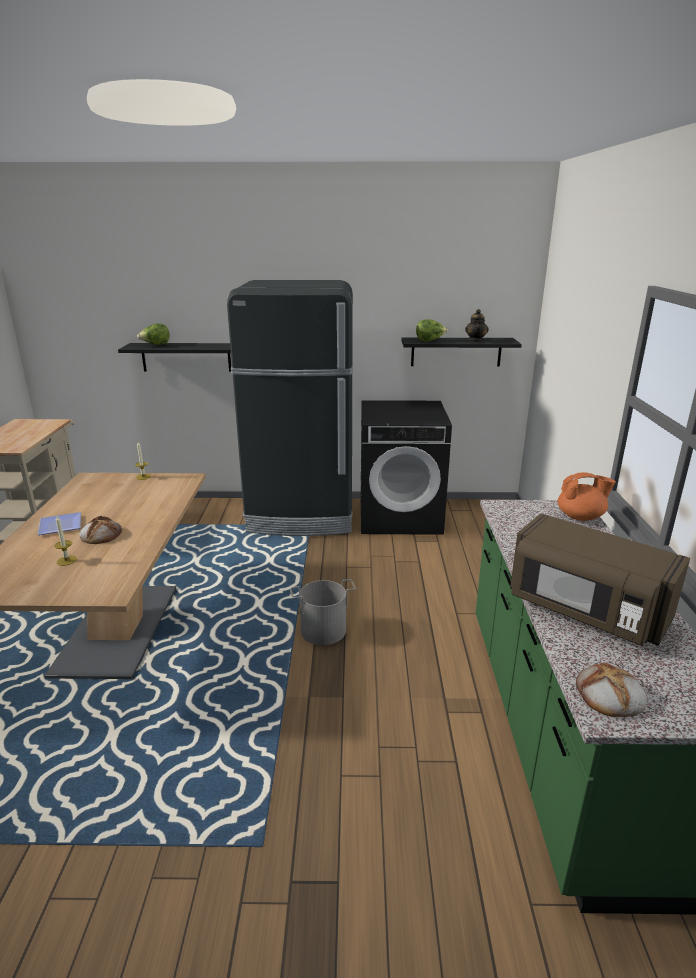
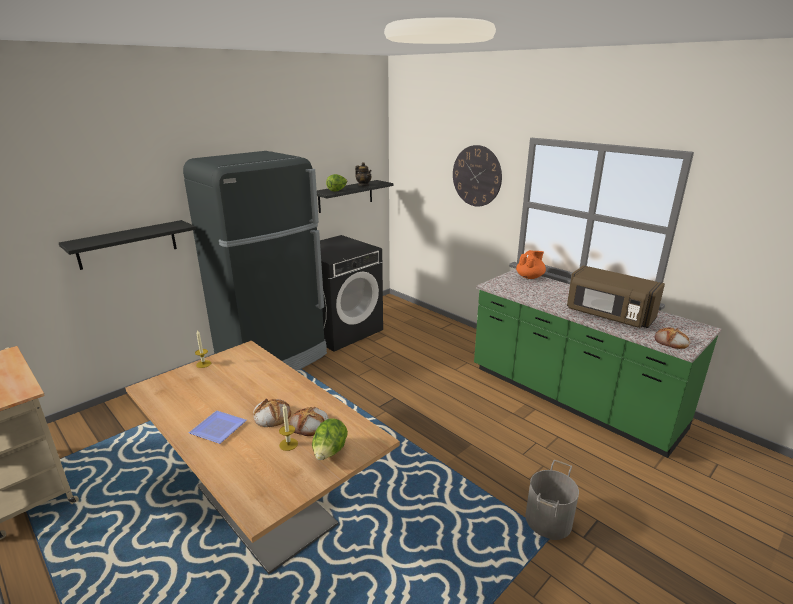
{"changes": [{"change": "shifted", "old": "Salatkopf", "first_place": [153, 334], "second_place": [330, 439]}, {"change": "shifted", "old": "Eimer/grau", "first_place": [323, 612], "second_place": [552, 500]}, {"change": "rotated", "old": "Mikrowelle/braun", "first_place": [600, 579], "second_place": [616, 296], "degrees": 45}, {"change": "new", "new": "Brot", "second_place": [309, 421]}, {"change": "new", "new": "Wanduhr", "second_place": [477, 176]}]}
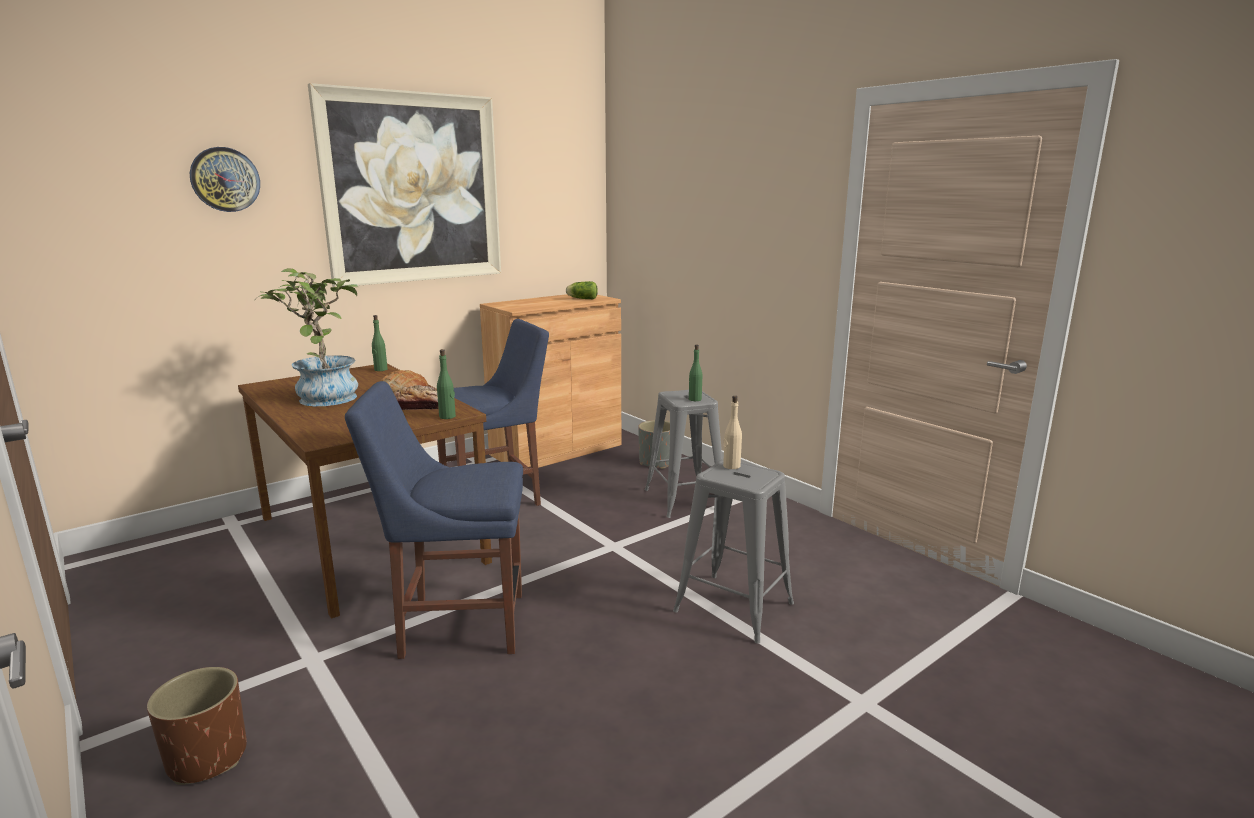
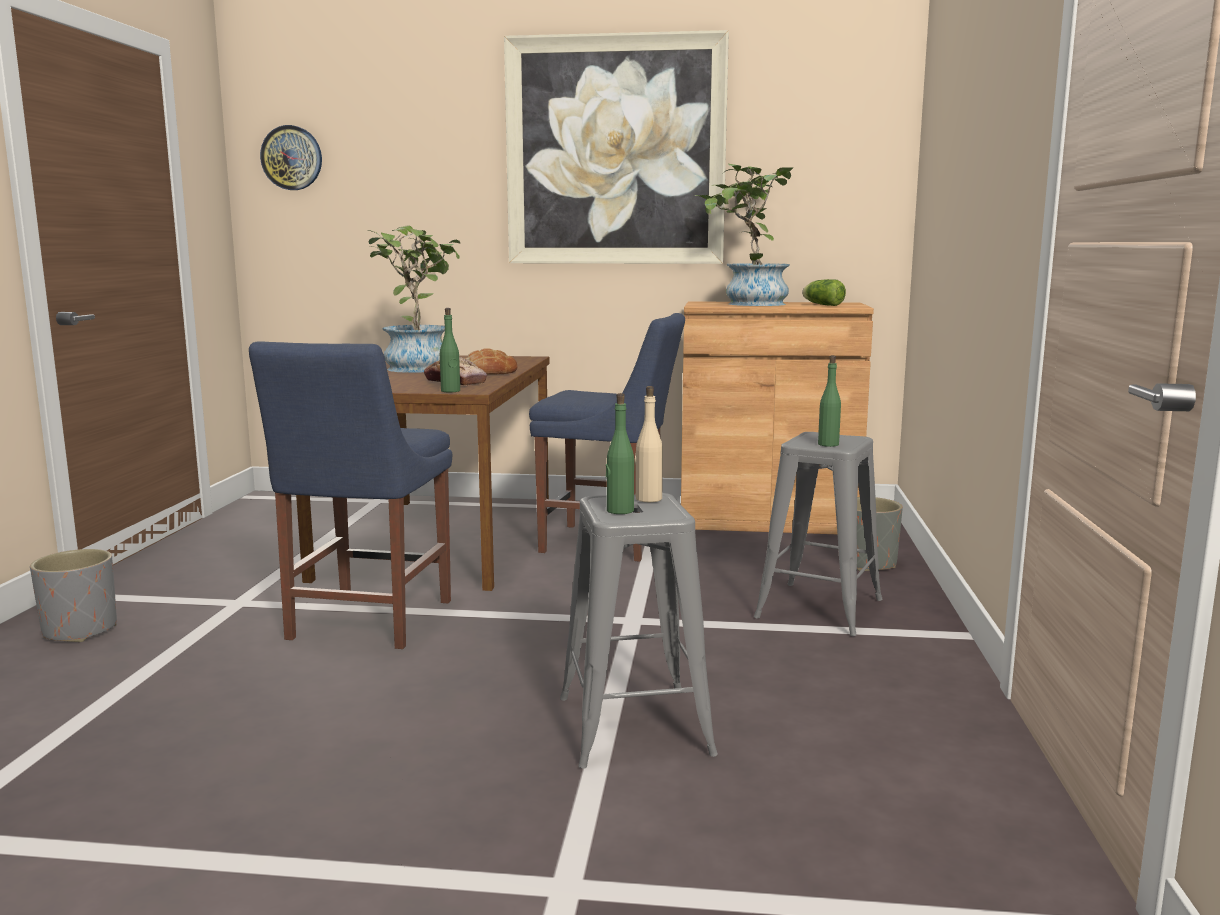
{"changes": [{"change": "repainted", "old": "Pflanzkübel/braun", "new": "Pflanzkübel/grau", "first_place": [197, 726], "second_place": [73, 595]}, {"change": "shifted", "old": "Wanduhr", "first_place": [225, 179], "second_place": [291, 157]}, {"change": "rotated", "old": "Stuhl/blau", "first_place": [434, 520], "second_place": [350, 495], "degrees": -120}, {"change": "shifted", "old": "Flasche/grün", "first_place": [380, 343], "second_place": [620, 453]}, {"change": "new", "new": "Topfpflanze", "second_place": [744, 235]}]}
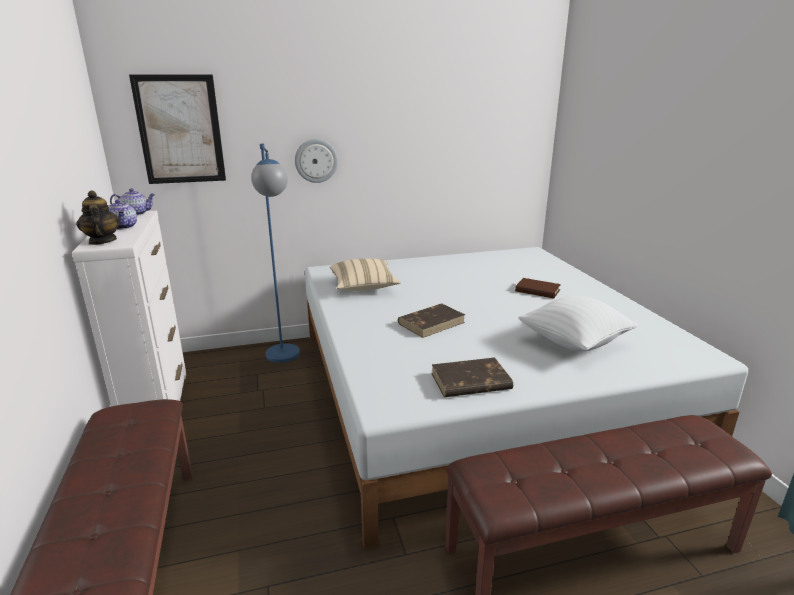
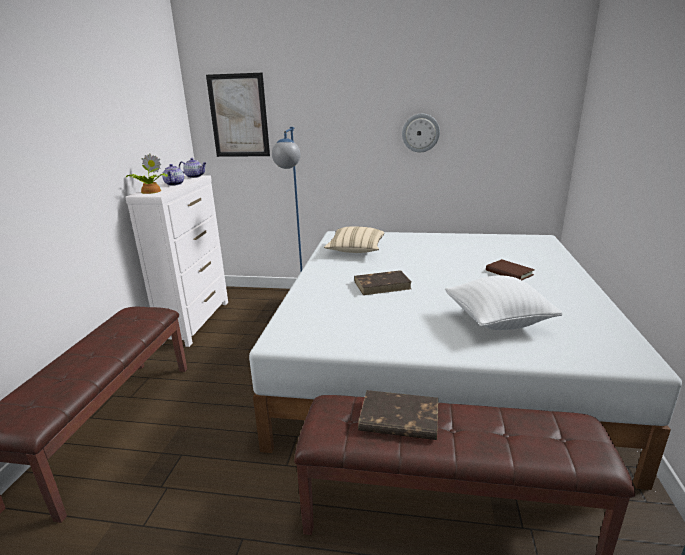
{"changes": [{"change": "swapped", "old": "Teekanne", "new": "Topfpflanze", "first_place": [98, 217], "second_place": [147, 173]}, {"change": "shifted", "old": "Wanduhr", "first_place": [316, 161], "second_place": [421, 133]}, {"change": "shifted", "old": "Buch/braun", "first_place": [472, 377], "second_place": [398, 415]}]}
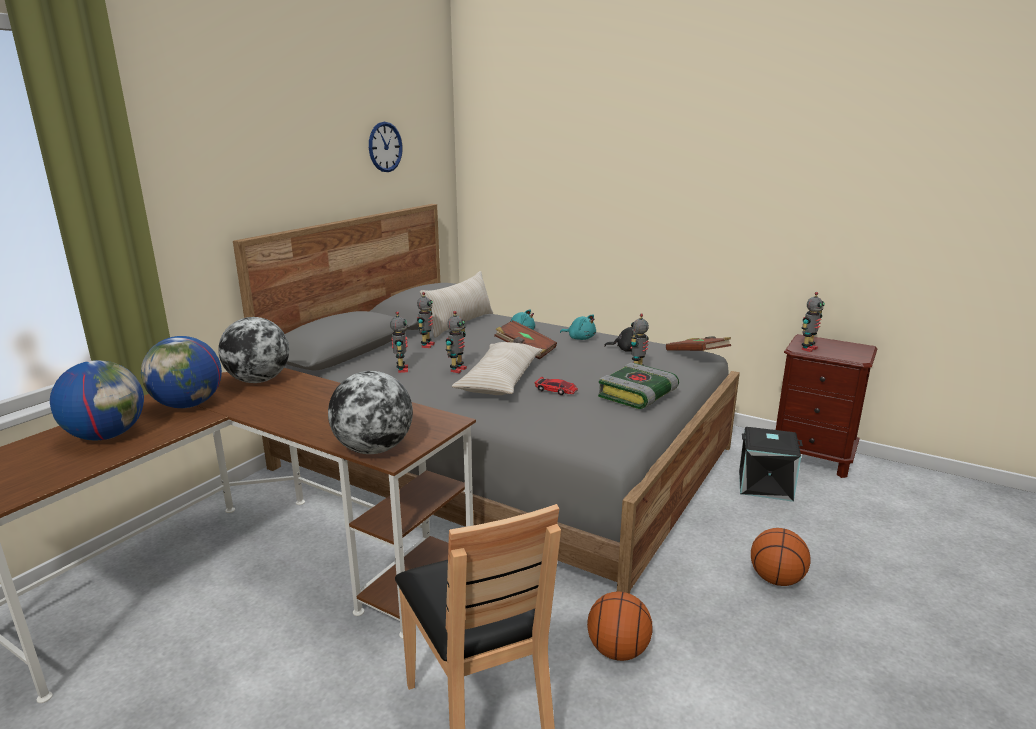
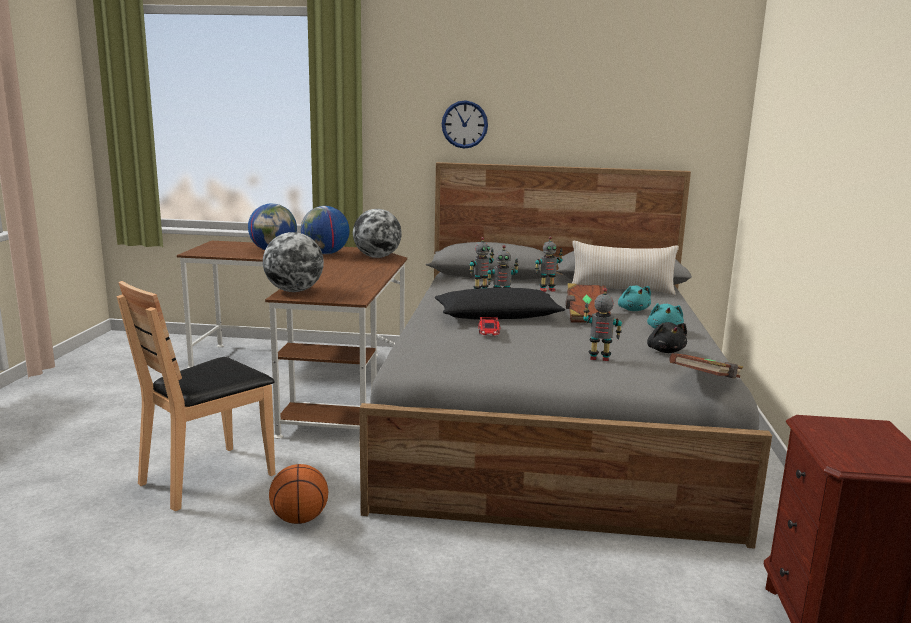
{"changes": [{"change": "shifted", "old": "Wanduhr", "first_place": [386, 147], "second_place": [465, 124]}, {"change": "repainted", "old": "Kissen/beige", "new": "Kissen/schwarz", "first_place": [497, 368], "second_place": [500, 304]}, {"change": "gone", "old": "Buch", "first_place": [638, 386]}, {"change": "gone", "old": "Aufbewahrungsbox/schwarz", "first_place": [771, 464]}, {"change": "gone", "old": "Basketball", "first_place": [781, 557]}, {"change": "gone", "old": "Spielzeugroboter", "first_place": [813, 322]}]}
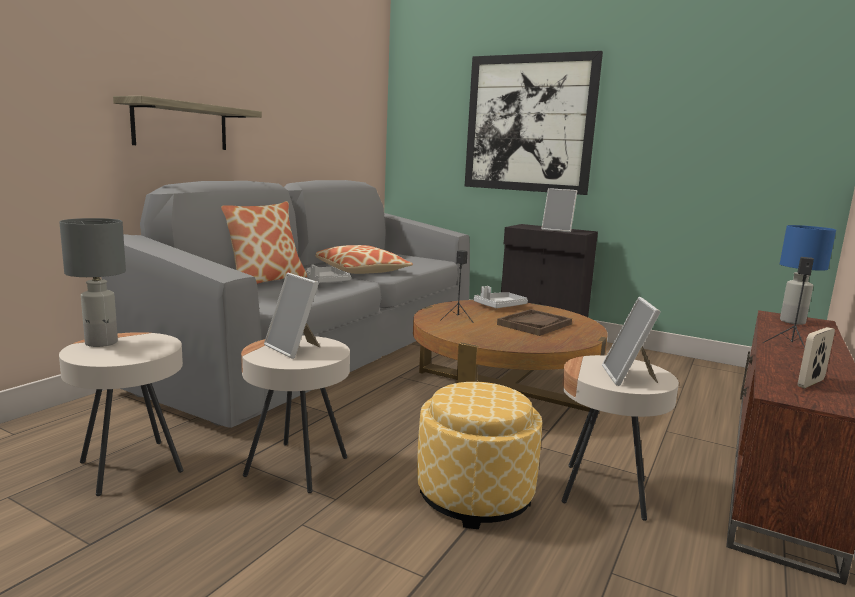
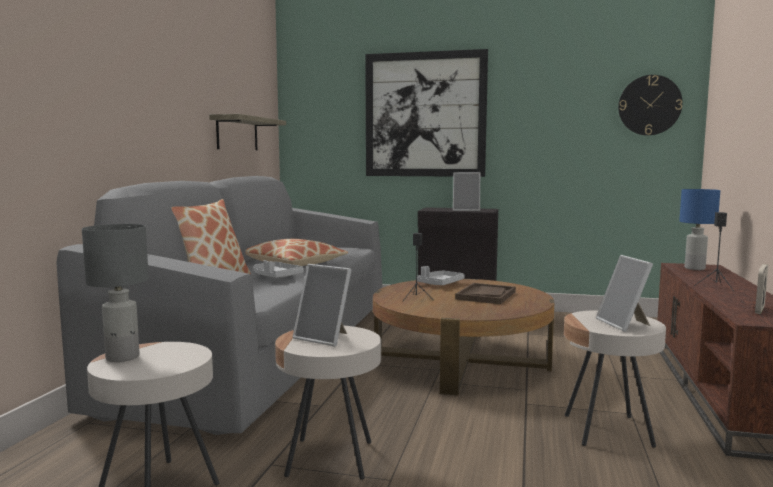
{"changes": [{"change": "shifted", "old": "Wandregal", "first_place": [187, 123], "second_place": [247, 132]}, {"change": "gone", "old": "Polsterhocker", "first_place": [479, 455]}, {"change": "new", "new": "Wanduhr", "second_place": [650, 105]}]}
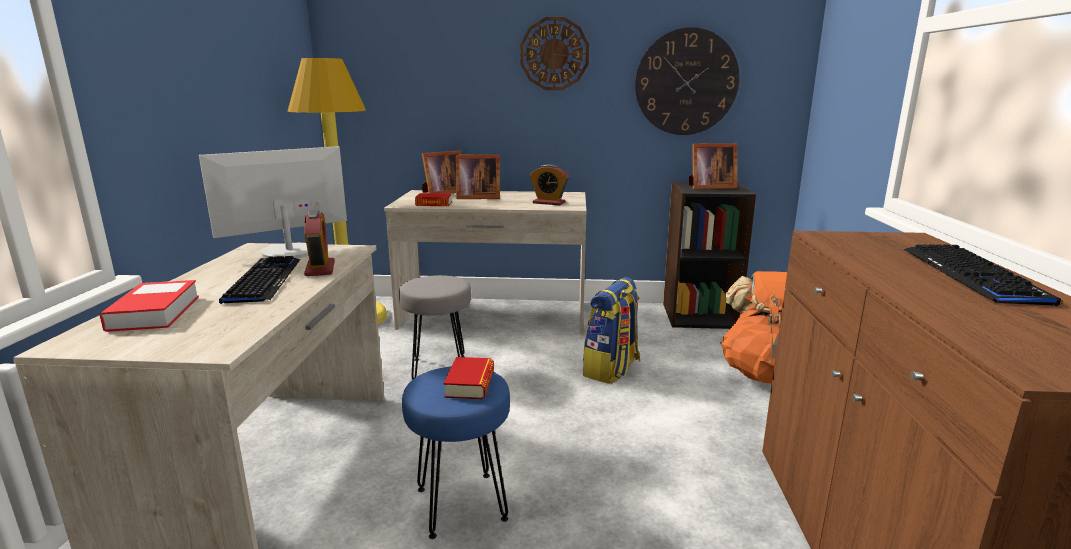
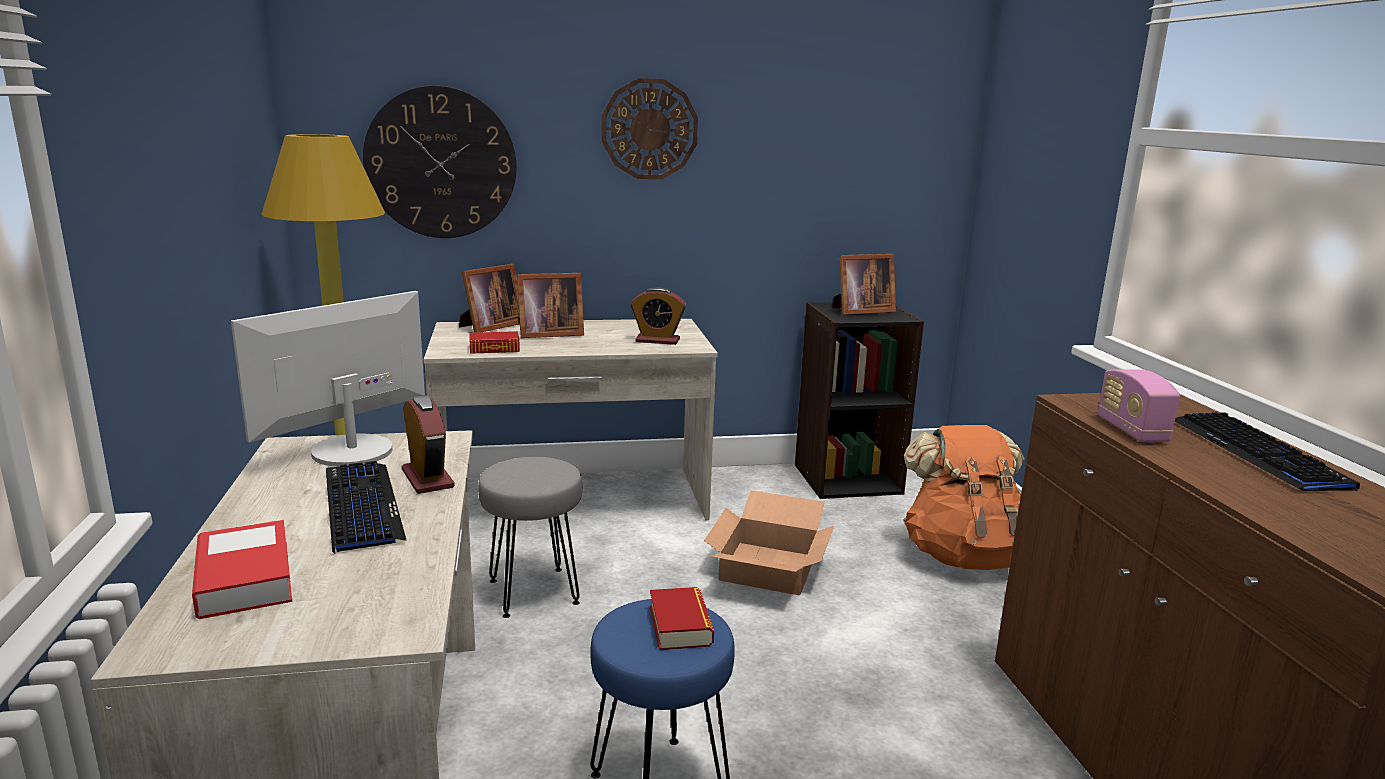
{"changes": [{"change": "swapped", "old": "Rucksack", "new": "Karton", "first_place": [611, 330], "second_place": [769, 543]}, {"change": "shifted", "old": "Wanduhr", "first_place": [687, 81], "second_place": [440, 162]}, {"change": "new", "new": "Radio", "second_place": [1139, 406]}]}
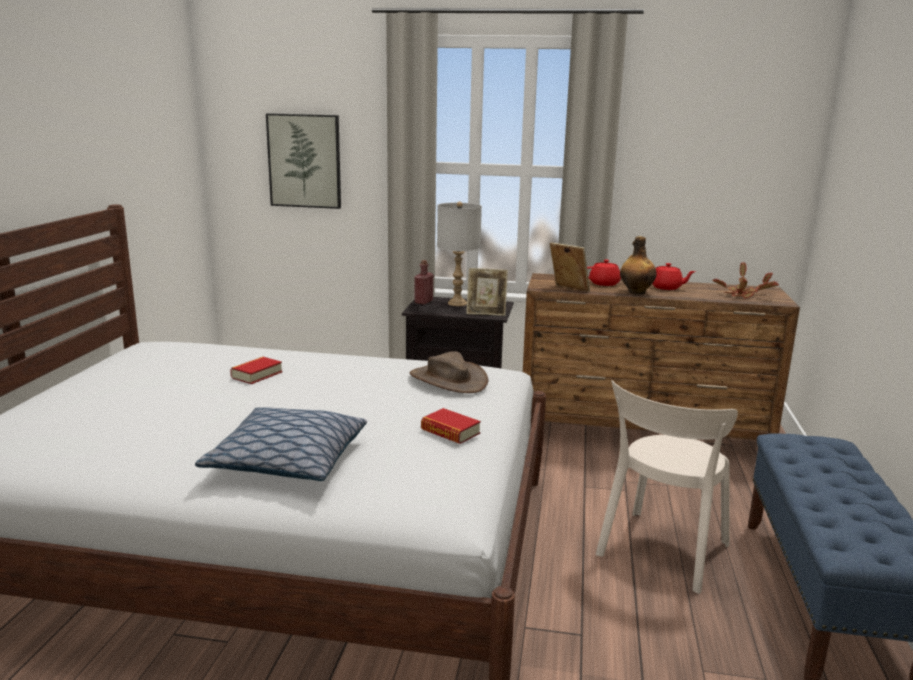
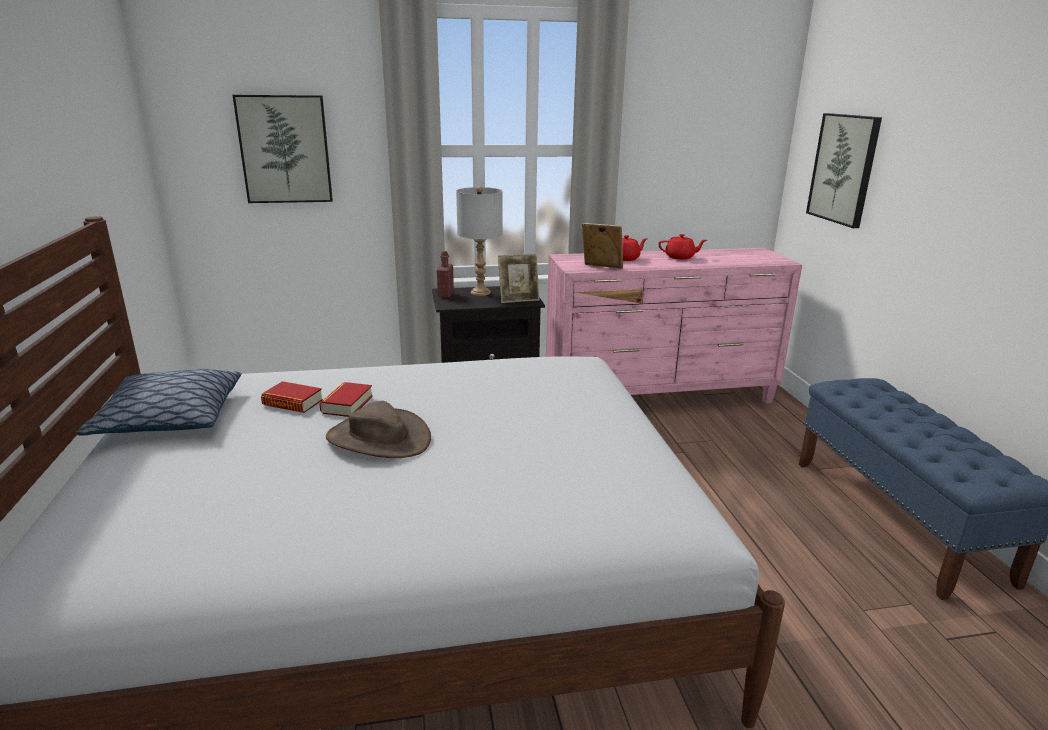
{"changes": [{"change": "shifted", "old": "Kissen", "first_place": [281, 444], "second_place": [159, 402]}, {"change": "shifted", "old": "Hut/braun", "first_place": [449, 372], "second_place": [378, 429]}, {"change": "shifted", "old": "Buch", "first_place": [451, 426], "second_place": [292, 397]}, {"change": "repainted", "old": "Kommode/braun", "new": "Kommode/rosa", "first_place": [661, 356], "second_place": [674, 326]}, {"change": "gone", "old": "Stuhl/beige", "first_place": [667, 487]}, {"change": "gone", "old": "Flasche", "first_place": [638, 265]}, {"change": "gone", "old": "Topfpflanze", "first_place": [745, 281]}, {"change": "new", "new": "Bild", "second_place": [844, 170]}]}
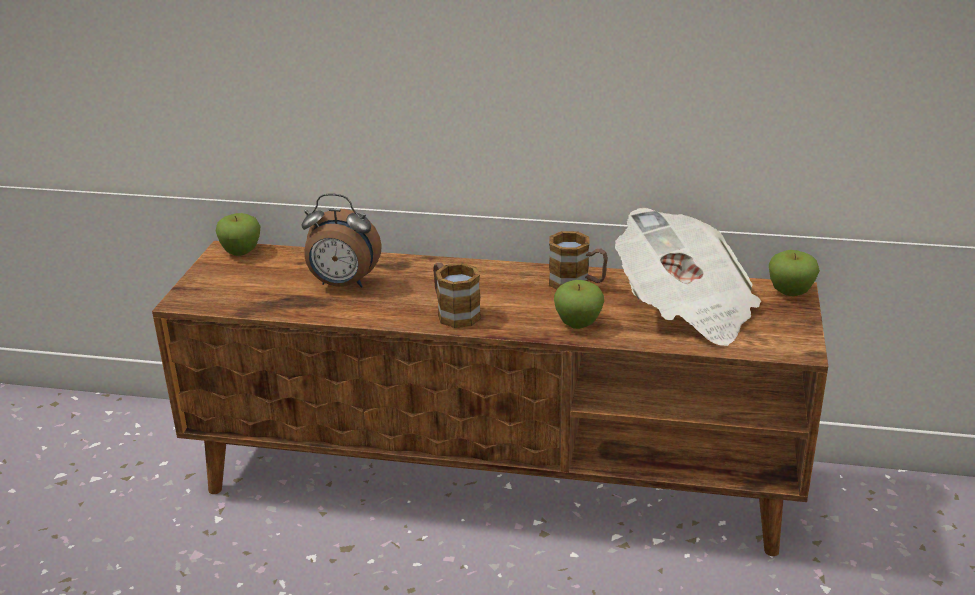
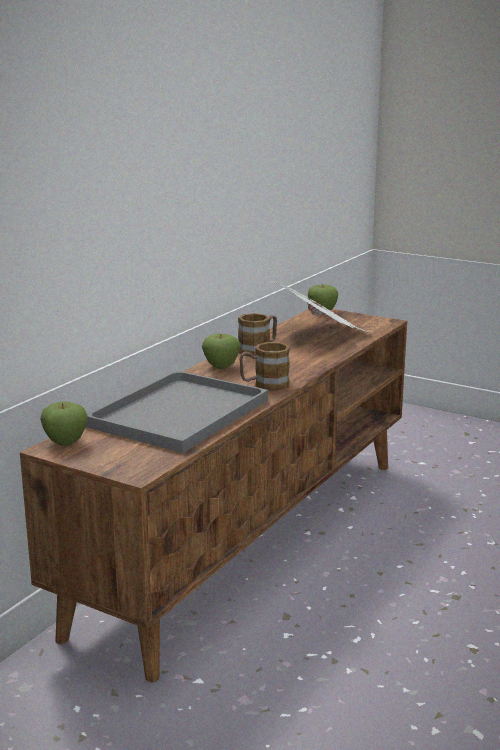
{"changes": [{"change": "swapped", "old": "Wecker", "new": "Tablett/grau", "first_place": [341, 240], "second_place": [177, 411]}, {"change": "shifted", "old": "Apfel", "first_place": [579, 304], "second_place": [221, 351]}]}
